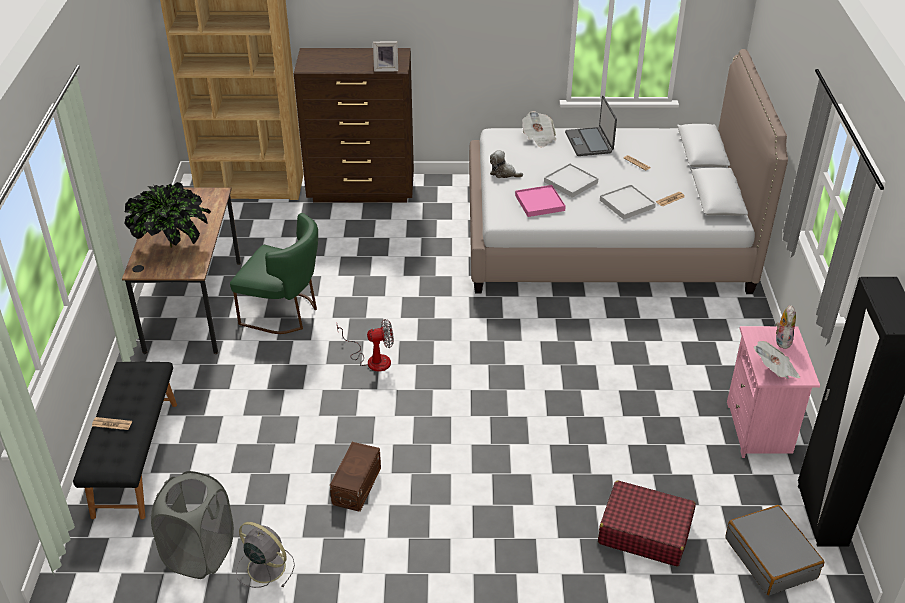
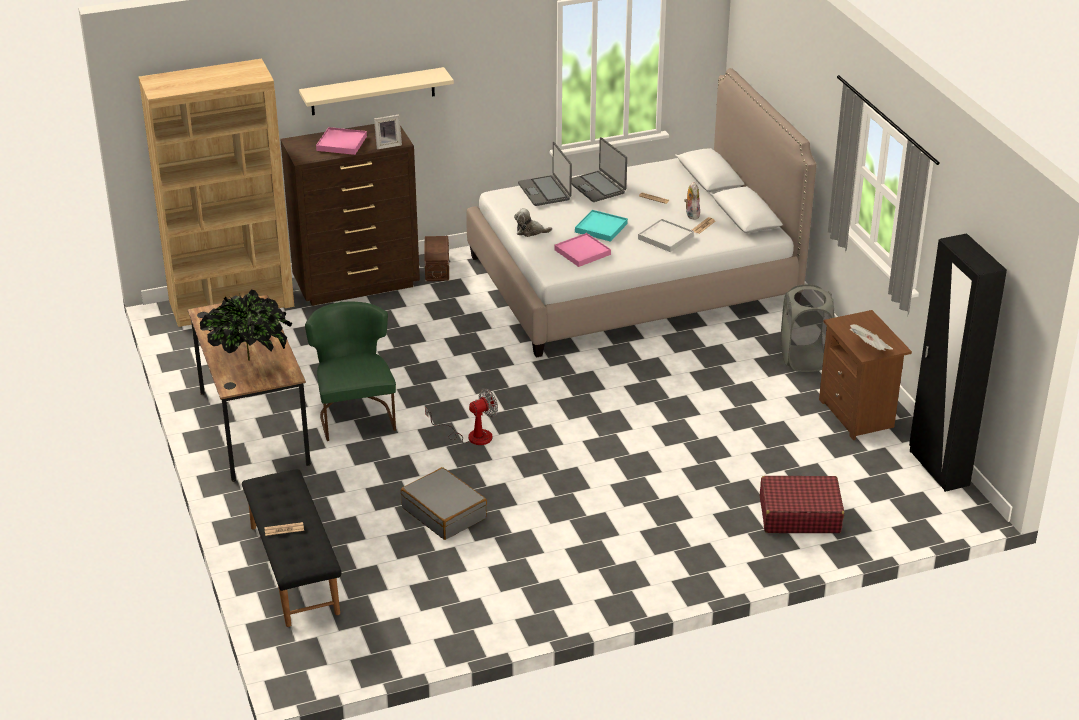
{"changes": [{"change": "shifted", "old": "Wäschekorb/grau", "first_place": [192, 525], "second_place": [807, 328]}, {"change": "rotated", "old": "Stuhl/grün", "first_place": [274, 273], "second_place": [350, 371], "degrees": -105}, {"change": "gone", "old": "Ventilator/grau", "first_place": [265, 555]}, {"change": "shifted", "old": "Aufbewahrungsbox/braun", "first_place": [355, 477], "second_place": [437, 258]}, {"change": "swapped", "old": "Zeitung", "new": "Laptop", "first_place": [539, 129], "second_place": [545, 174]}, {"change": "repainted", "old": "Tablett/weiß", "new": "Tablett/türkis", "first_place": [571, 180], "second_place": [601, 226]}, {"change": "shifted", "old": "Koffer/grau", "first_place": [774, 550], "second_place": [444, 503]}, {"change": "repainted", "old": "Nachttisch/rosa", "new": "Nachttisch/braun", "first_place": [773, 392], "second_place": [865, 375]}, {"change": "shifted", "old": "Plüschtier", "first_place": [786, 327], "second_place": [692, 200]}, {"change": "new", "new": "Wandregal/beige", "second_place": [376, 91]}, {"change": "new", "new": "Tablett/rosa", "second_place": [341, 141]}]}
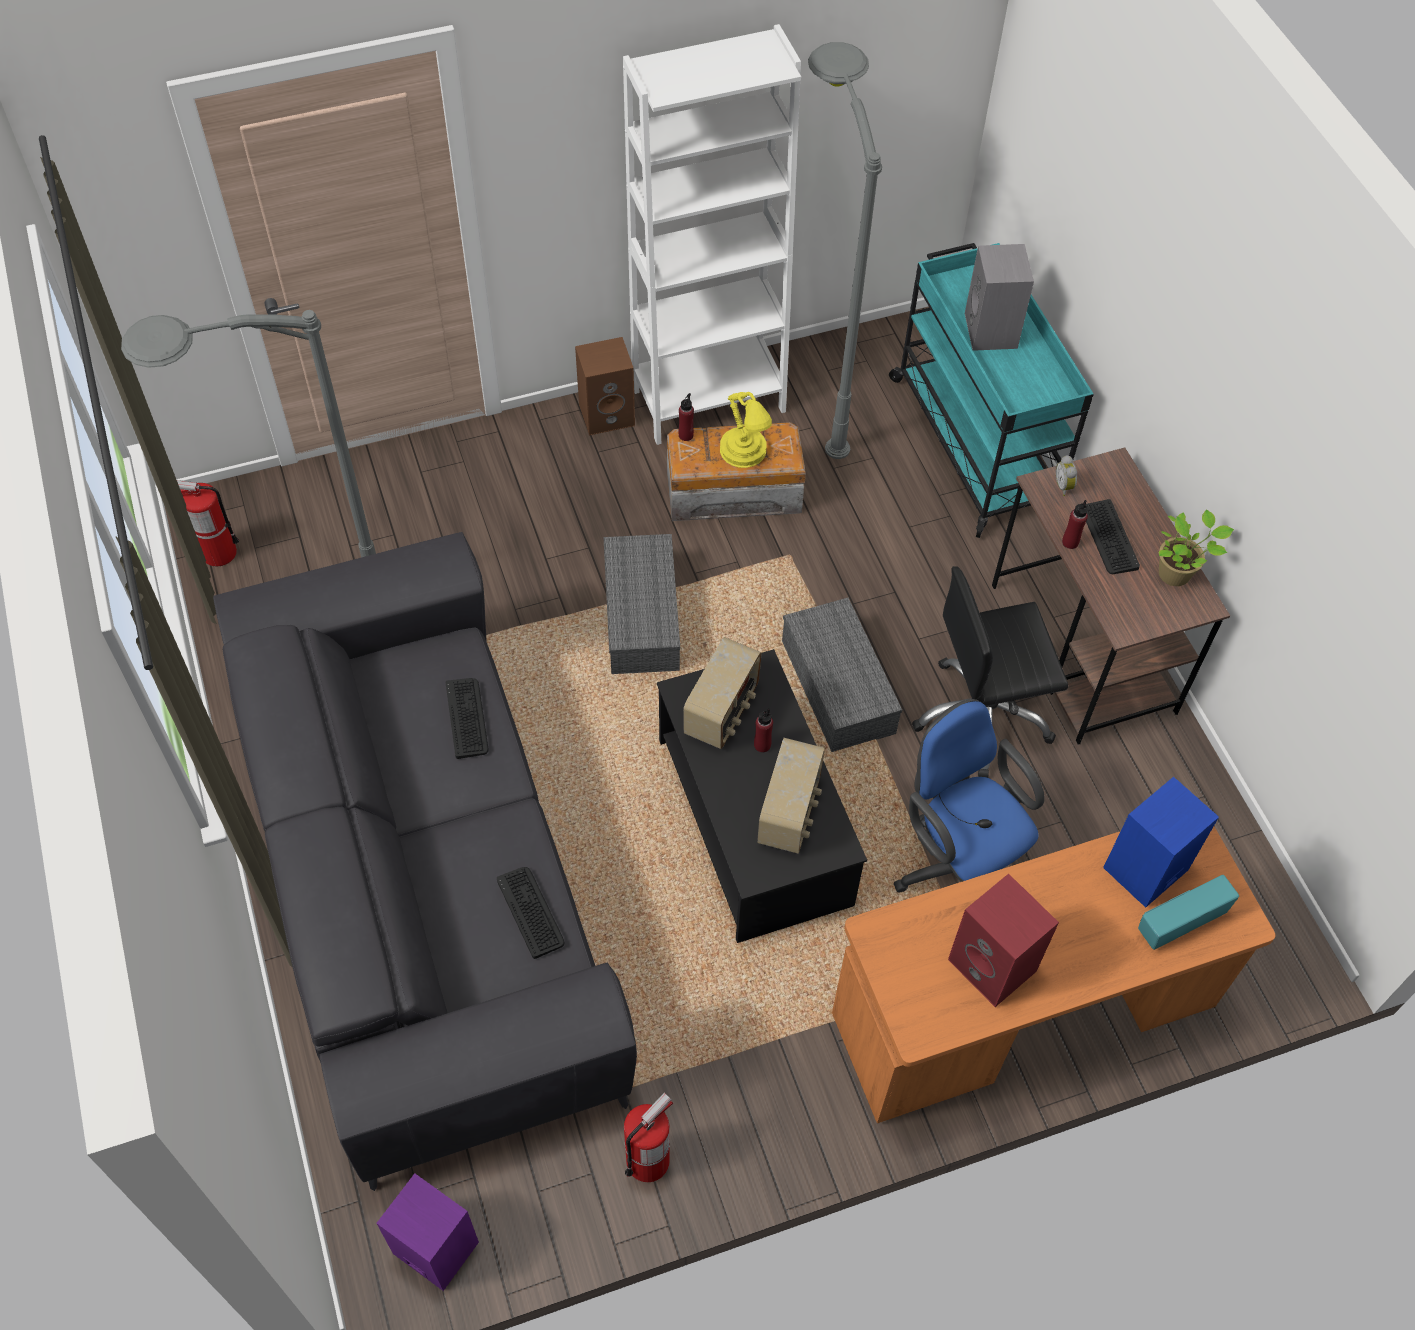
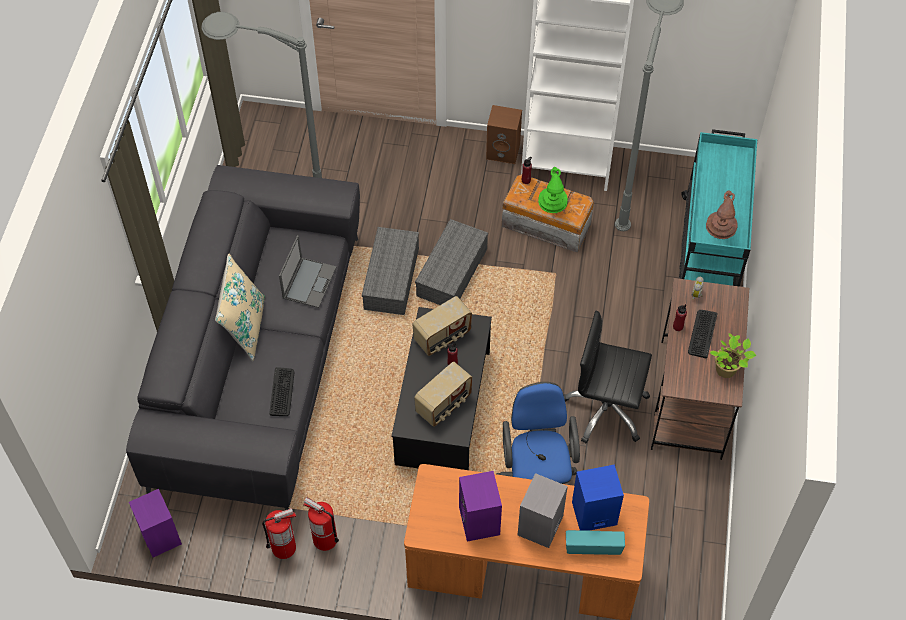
{"changes": [{"change": "shifted", "old": "Feuerlöscher", "first_place": [208, 523], "second_place": [321, 524]}, {"change": "swapped", "old": "Tastatur", "new": "Laptop", "first_place": [467, 718], "second_place": [307, 271]}, {"change": "repainted", "old": "Tischlampe/gelb", "new": "Tischlampe/grün", "first_place": [746, 430], "second_place": [553, 190]}, {"change": "shifted", "old": "Aufbewahrungsbox/grau", "first_place": [842, 675], "second_place": [390, 271]}, {"change": "repainted", "old": "Lautsprecher/rot", "new": "Lautsprecher/lila", "first_place": [1003, 940], "second_place": [480, 506]}, {"change": "shifted", "old": "Lautsprecher/grau", "first_place": [999, 297], "second_place": [543, 510]}, {"change": "new", "new": "Kissen/beige", "second_place": [240, 307]}, {"change": "new", "new": "Tischlampe/braun", "second_place": [722, 214]}]}
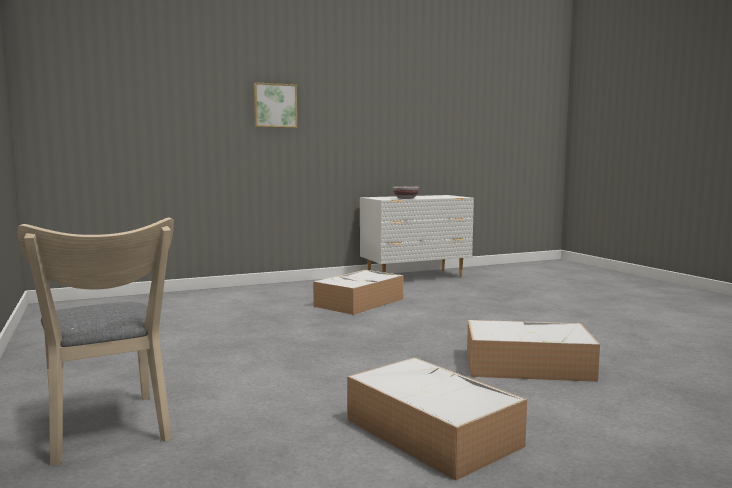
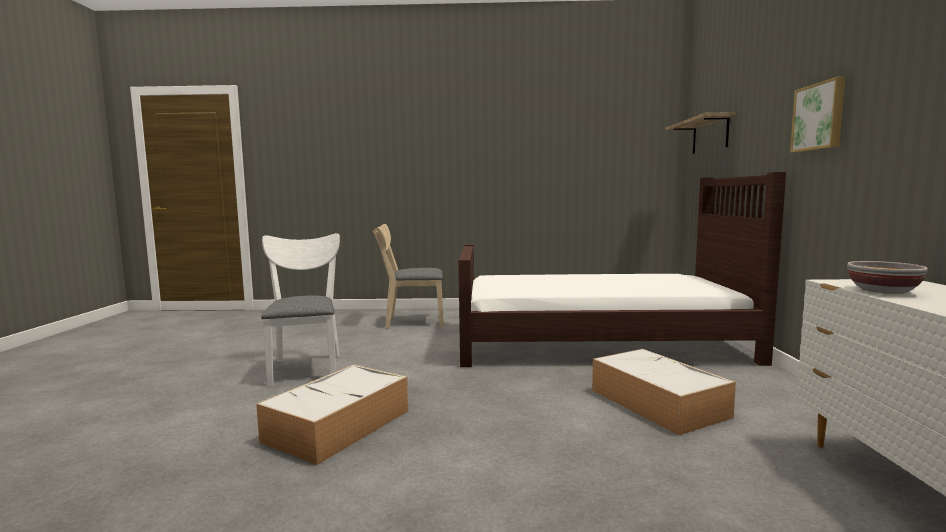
{"changes": [{"change": "swapped", "old": "Aufbewahrungsbox", "new": "Stuhl/weiß", "first_place": [437, 419], "second_place": [300, 310]}, {"change": "new", "new": "Bett/braun", "second_place": [622, 269]}, {"change": "new", "new": "Wandregal", "second_place": [700, 133]}]}
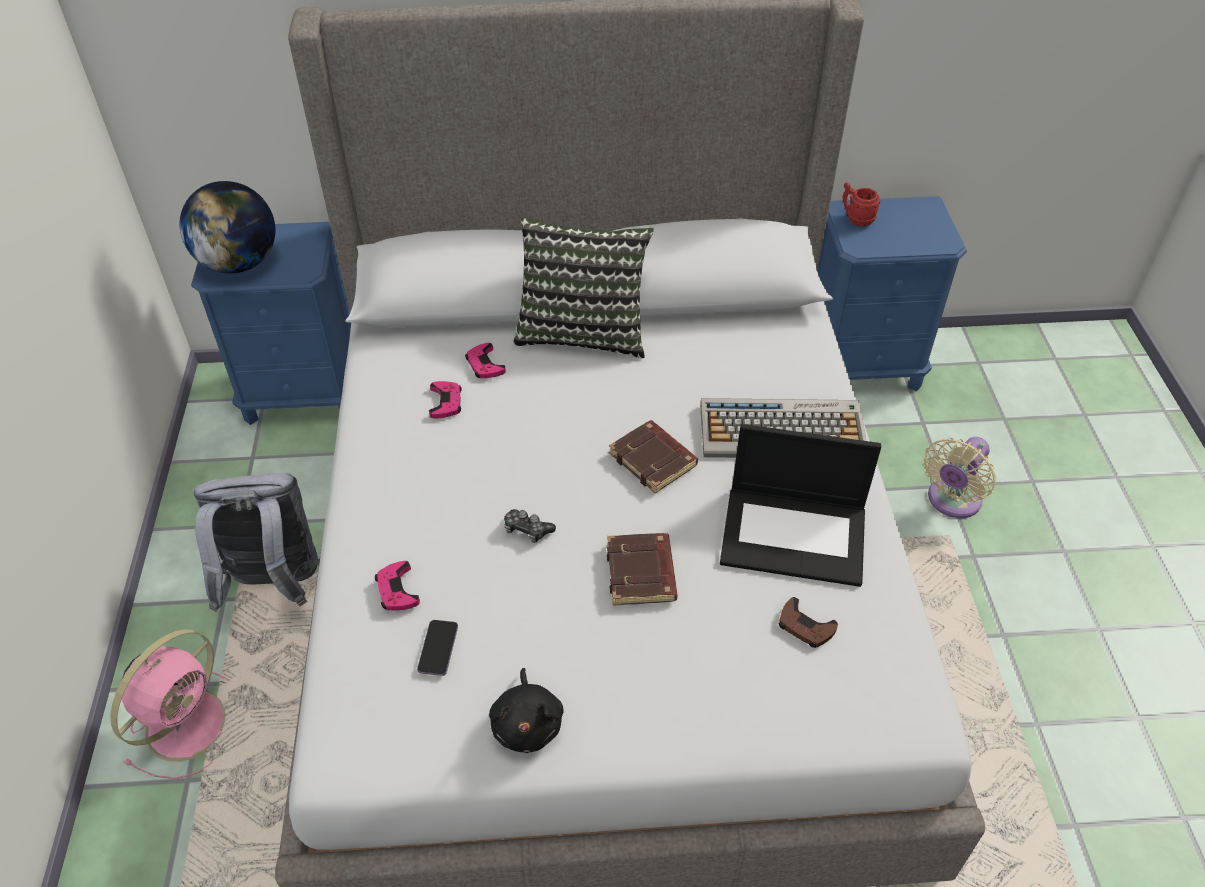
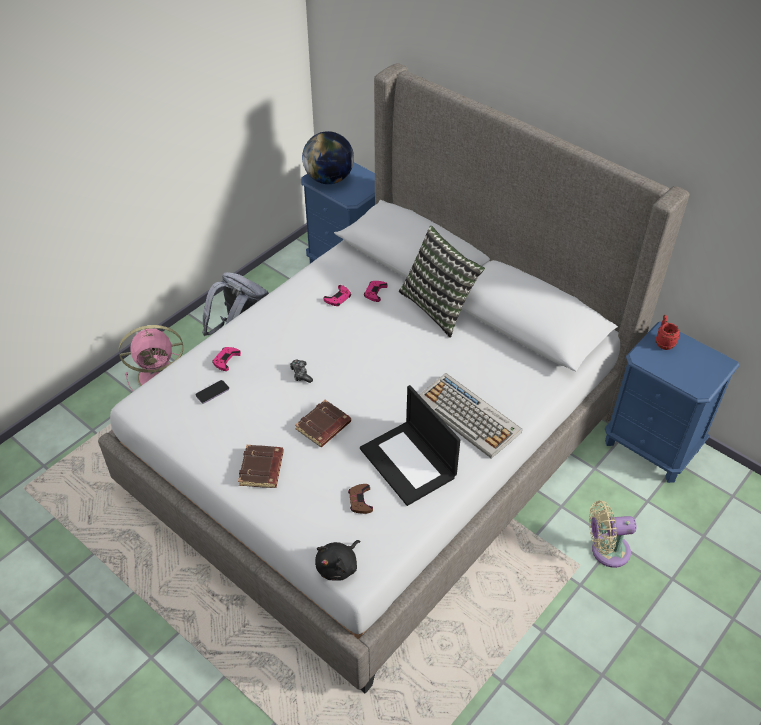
{"changes": [{"change": "shifted", "old": "Plüschtier/schwarz", "first_place": [526, 710], "second_place": [338, 560]}, {"change": "shifted", "old": "Buch/braun", "first_place": [653, 456], "second_place": [261, 466]}]}
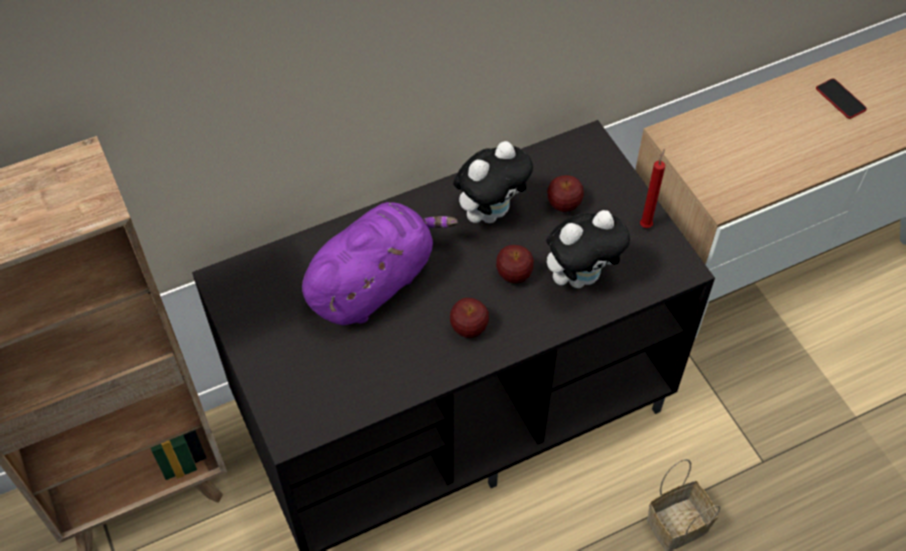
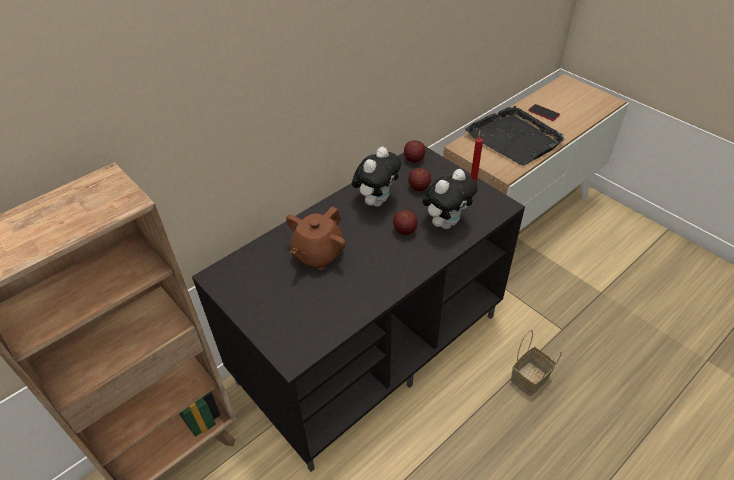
{"changes": [{"change": "swapped", "old": "Plüschtier/lila", "new": "Teekanne/braun", "first_place": [380, 263], "second_place": [316, 238]}, {"change": "shifted", "old": "Apfel", "first_place": [469, 318], "second_place": [414, 151]}, {"change": "new", "new": "Tablett/schwarz", "second_place": [515, 136]}]}
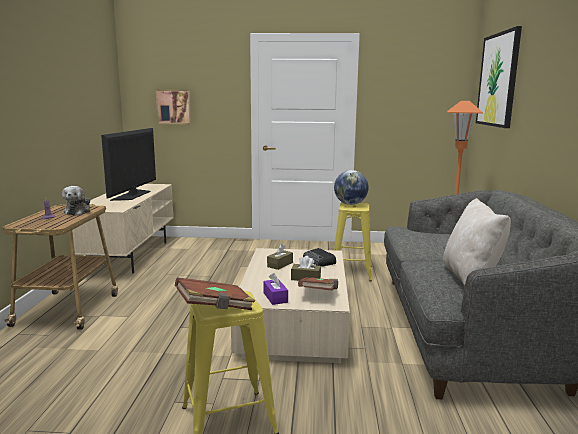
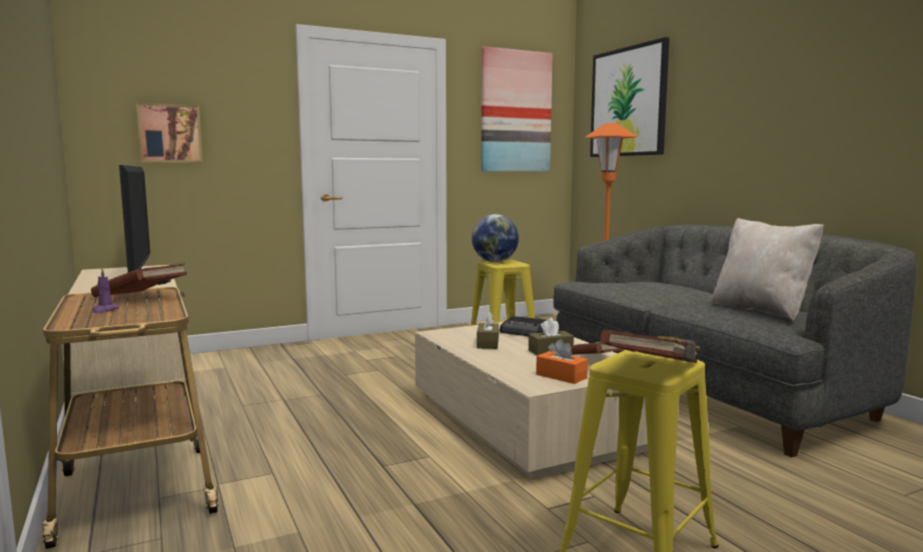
{"changes": [{"change": "swapped", "old": "Plüschtier", "new": "Buch/braun", "first_place": [76, 200], "second_place": [139, 279]}, {"change": "repainted", "old": "Taschentuchbox/lila", "new": "Taschentuchbox/orange", "first_place": [275, 289], "second_place": [562, 361]}, {"change": "new", "new": "Bild", "second_place": [517, 108]}]}
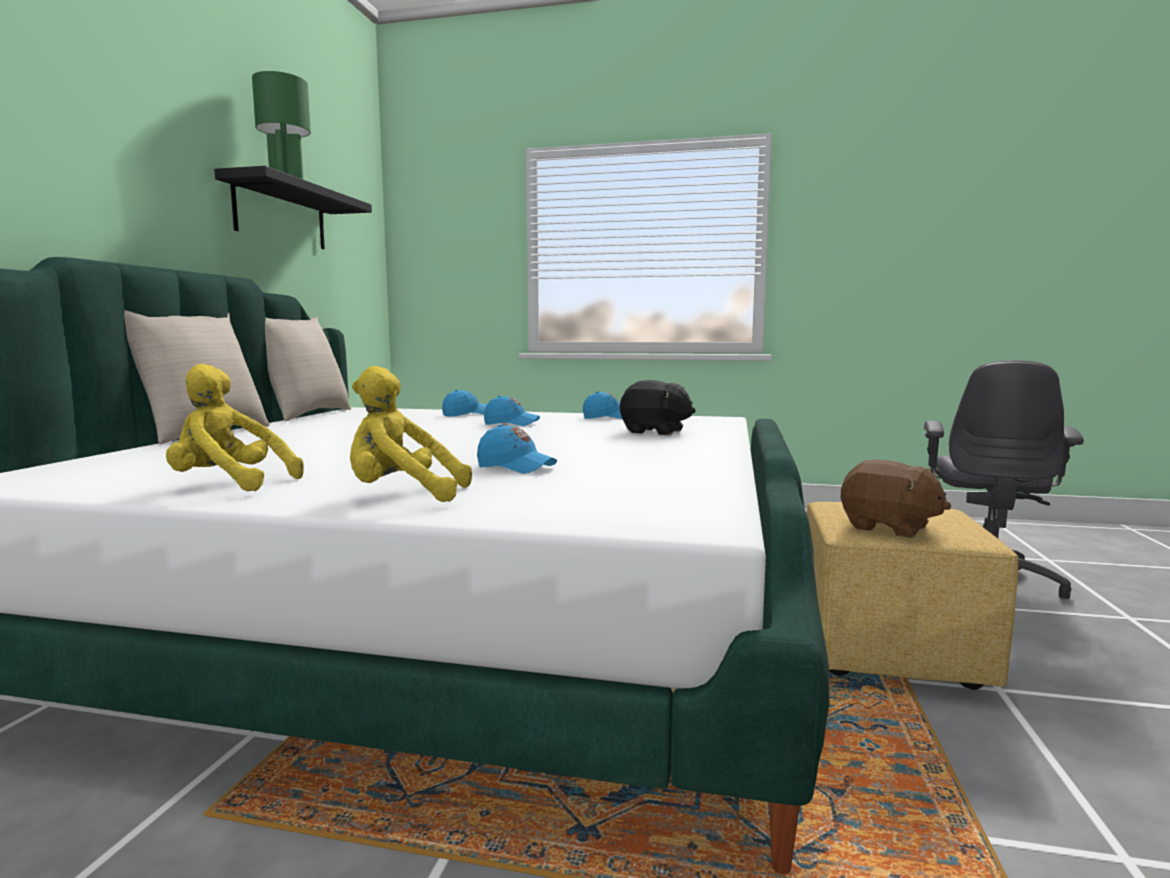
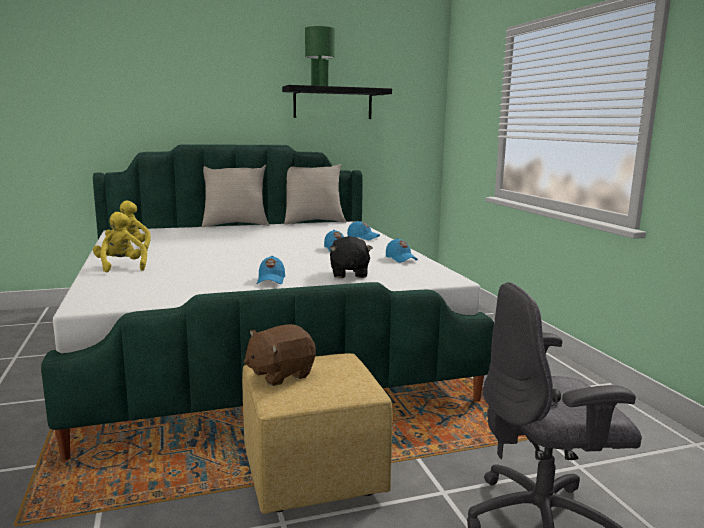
{"changes": [{"change": "shifted", "old": "Kappe/blau", "first_place": [517, 449], "second_place": [271, 270]}, {"change": "rotated", "old": "Plüschtier/braun", "first_place": [896, 499], "second_place": [280, 355], "degrees": 45}]}
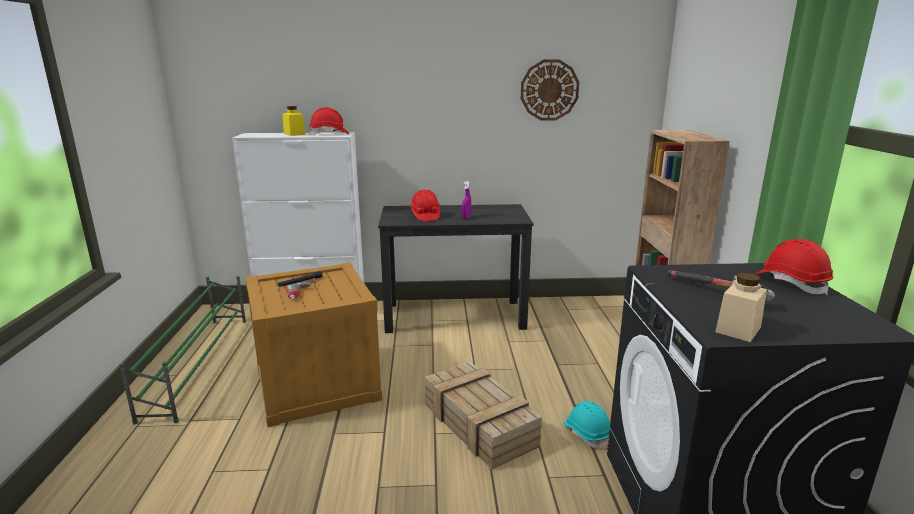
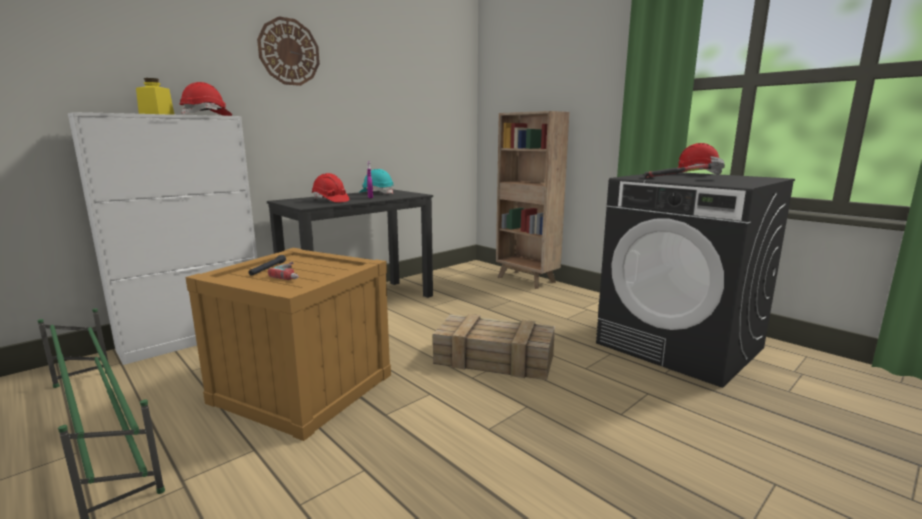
{"changes": [{"change": "shifted", "old": "Wanduhr", "first_place": [550, 90], "second_place": [288, 51]}, {"change": "shifted", "old": "Schutzhelm/türkis", "first_place": [586, 425], "second_place": [377, 181]}, {"change": "gone", "old": "Vorratsglas/beige", "first_place": [741, 307]}]}
